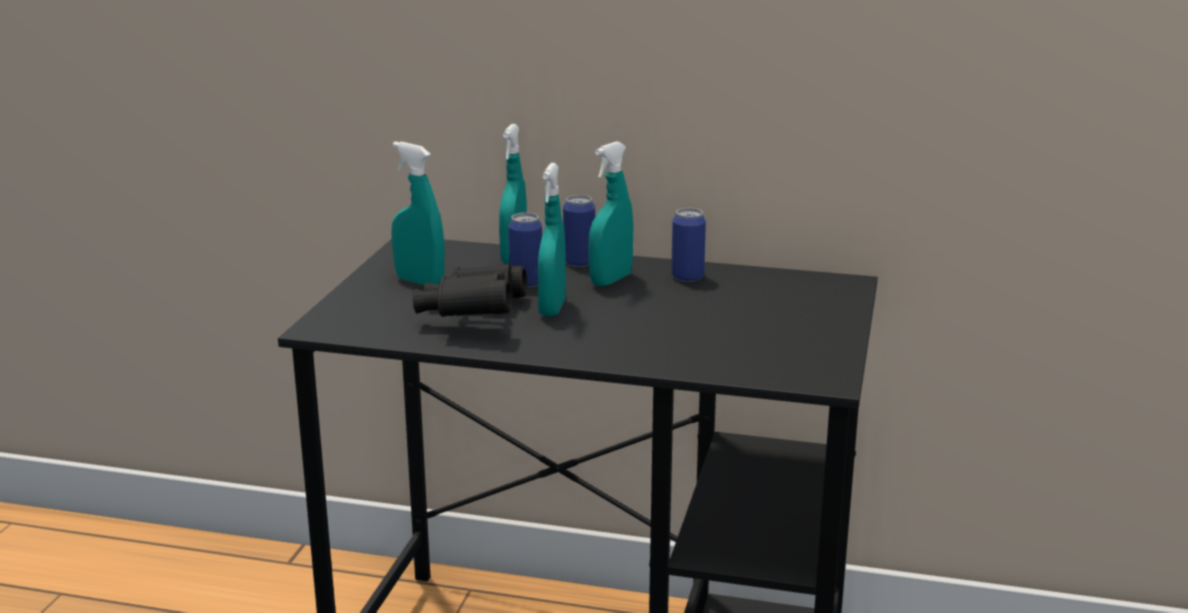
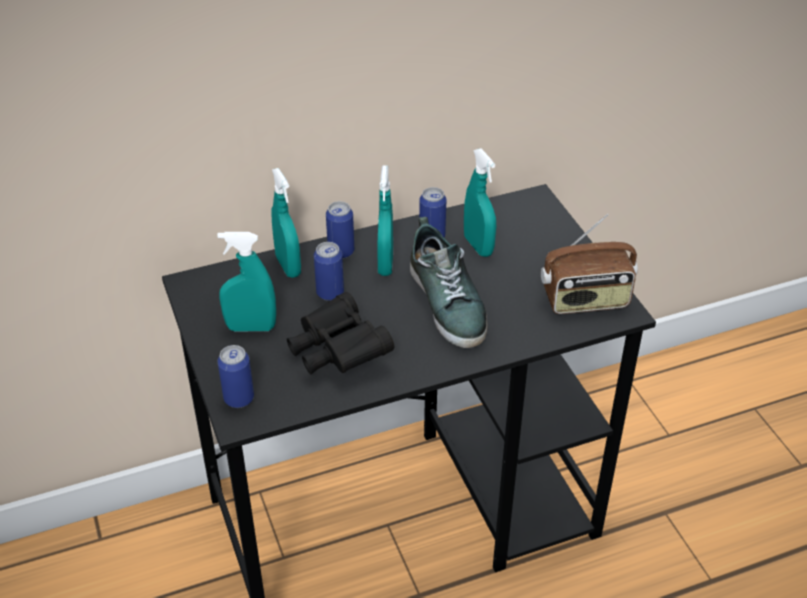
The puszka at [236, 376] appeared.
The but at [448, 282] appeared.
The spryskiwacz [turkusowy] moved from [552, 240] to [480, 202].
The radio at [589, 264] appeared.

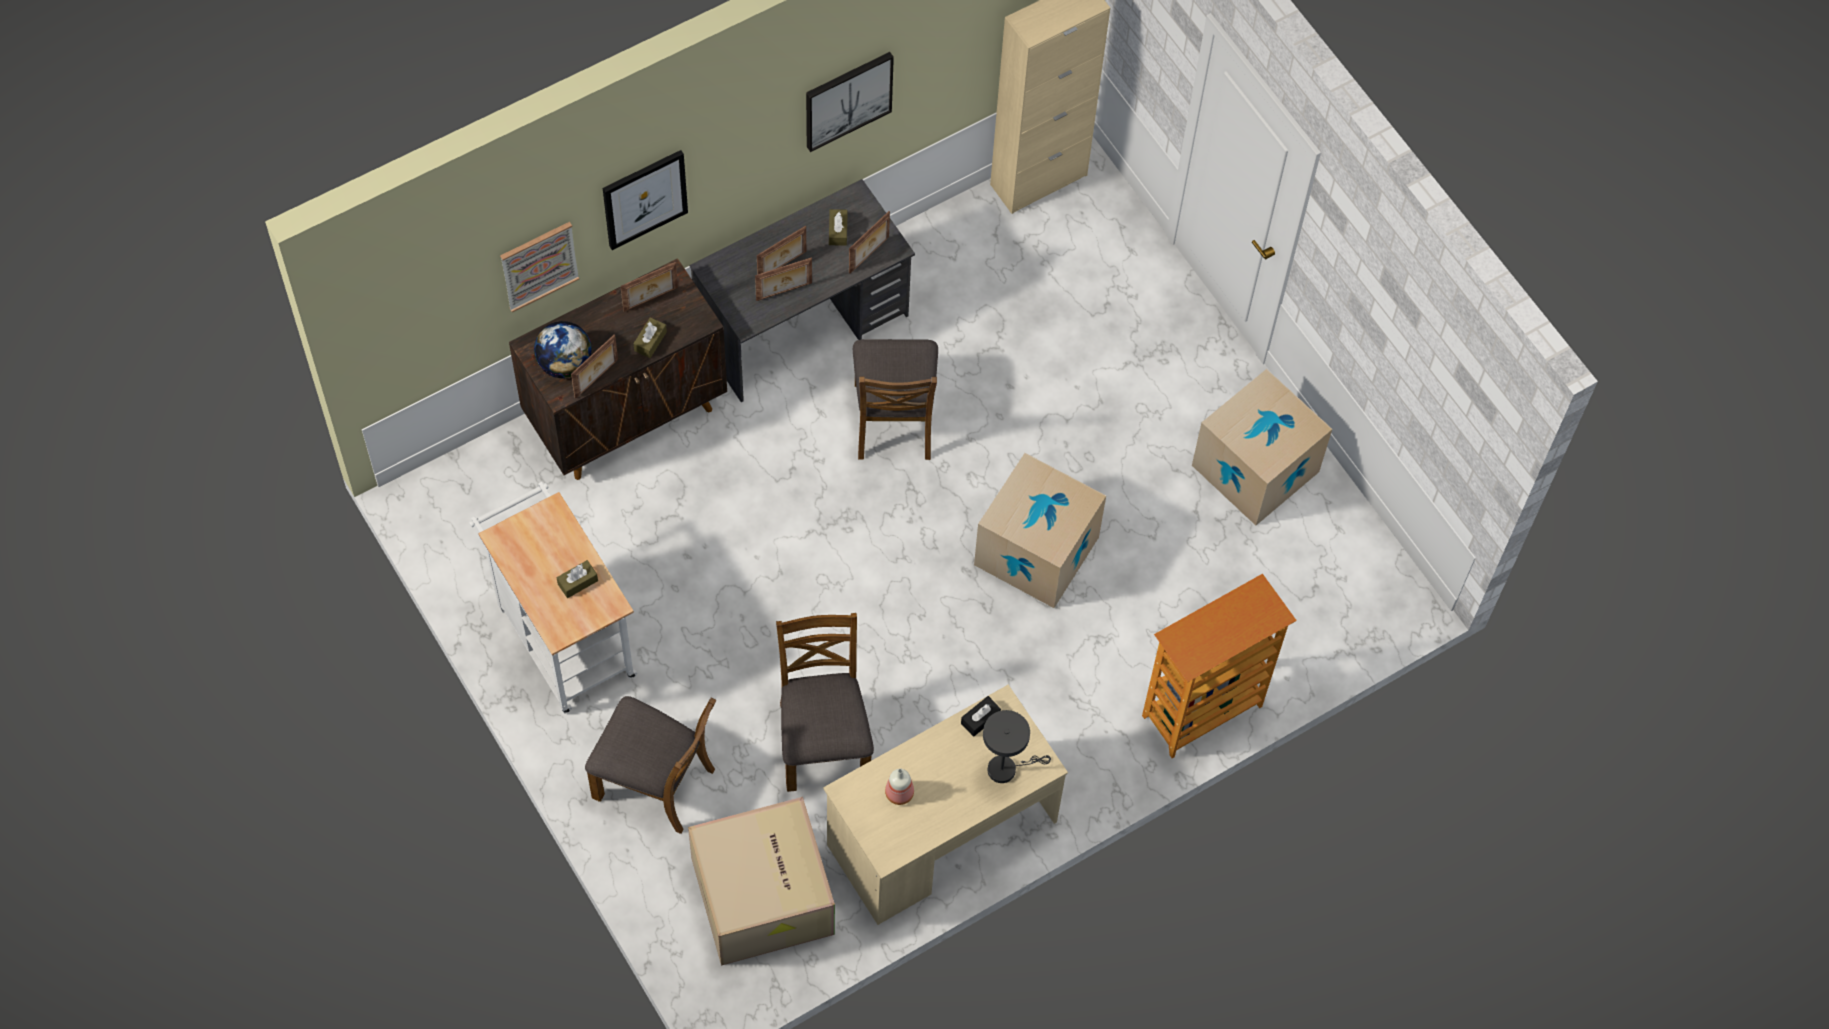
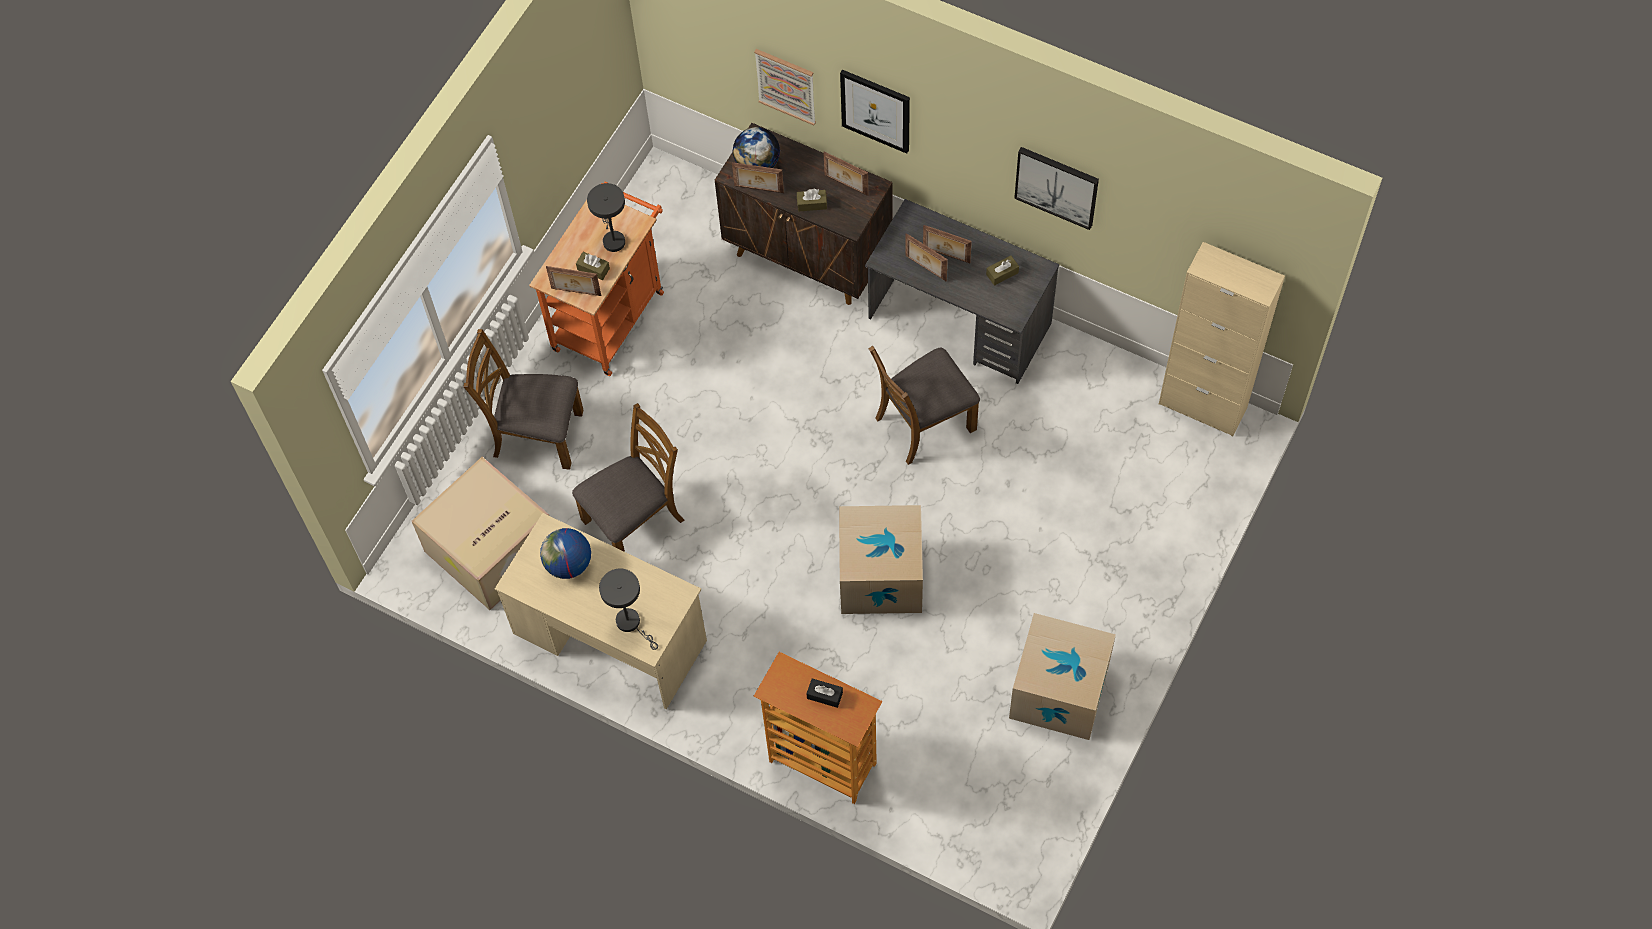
The krzesło [brązowy] at [650, 765] turned 105 degrees clockwise.
The wózek [biały] at [553, 598] became the wózek [pomarańczowy] at [596, 279].
The butelka at [899, 787] was replaced by the globus at [565, 553].
The ramka na zdjęcie moved from [869, 242] to [573, 281].
The lampa stołowa [szary] at [606, 217] appeared.
The pudełko chusteczek [czarny] moved from [981, 716] to [824, 693].

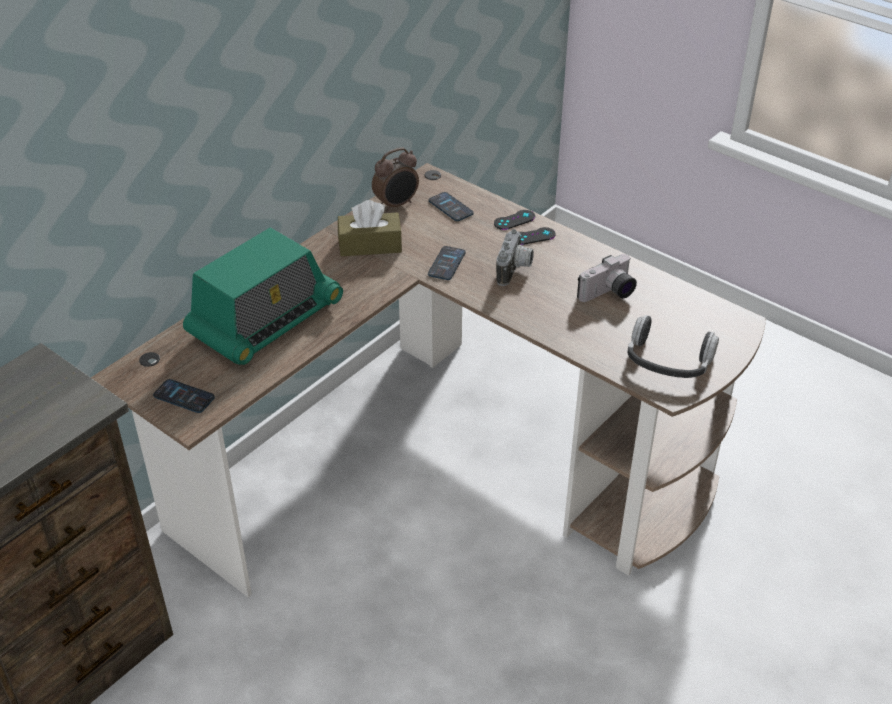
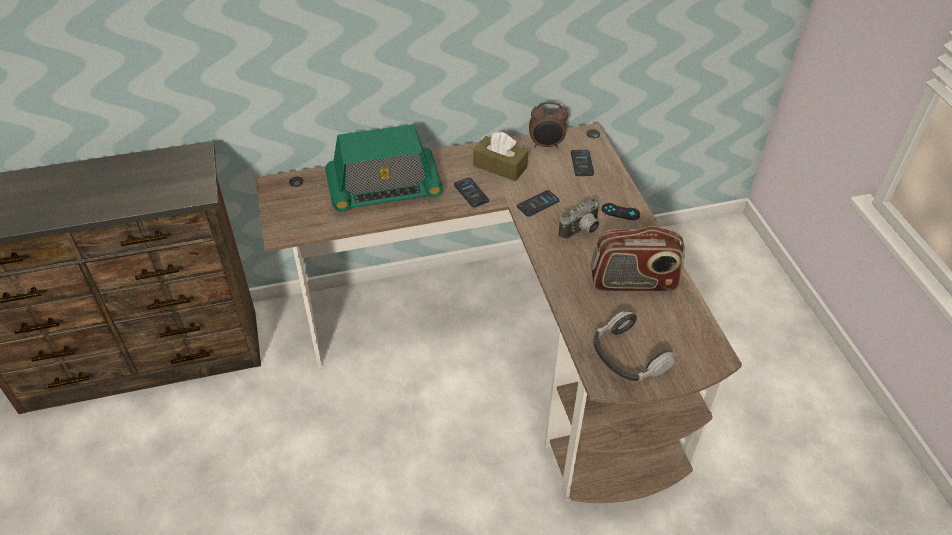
The telefon moved from [184, 396] to [471, 192].
The aparat fotograficzny at [607, 278] was replaced by the radio at [638, 259].
The pad do gier [czarny] at [514, 220] disappeared.

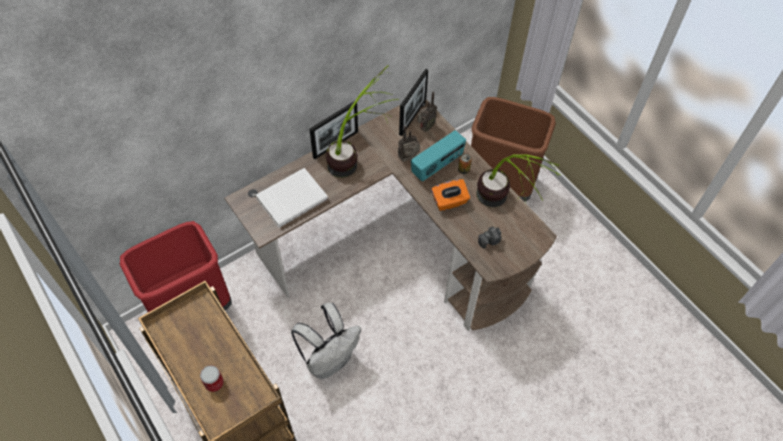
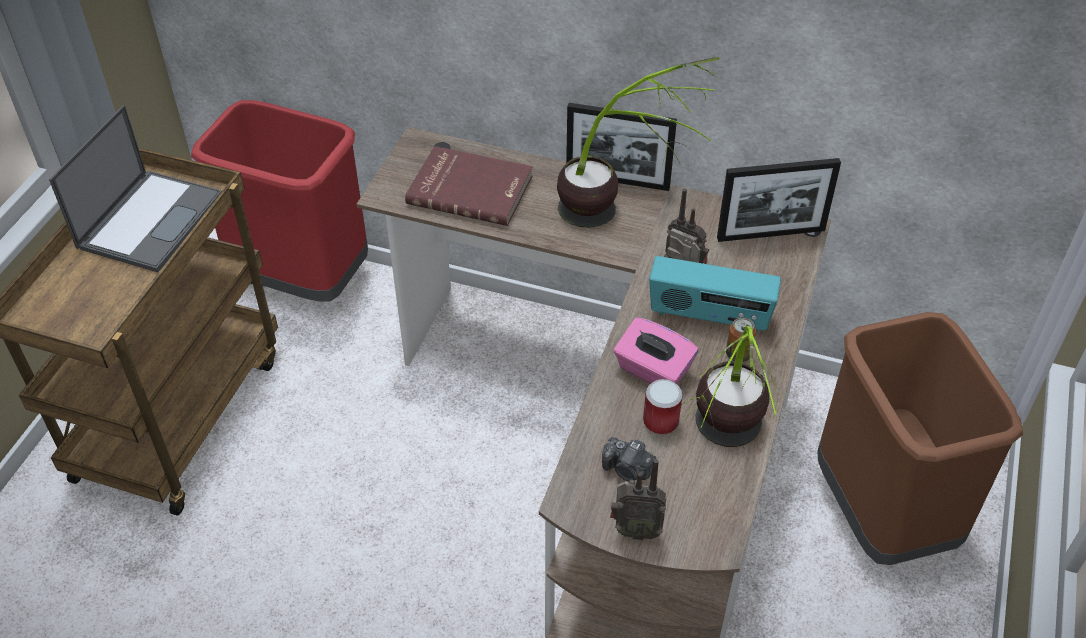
The laptop at [135, 188] appeared.
The książka [biały] at [292, 198] became the książka [czerwony] at [468, 186].
The radio moved from [427, 112] to [638, 499].
The pudełko chusteczek [pomarańczowy] at [450, 195] became the pudełko chusteczek [różowy] at [656, 350].
The puszka moved from [212, 378] to [663, 407].
The plecak [biały] at [326, 341] disappeared.

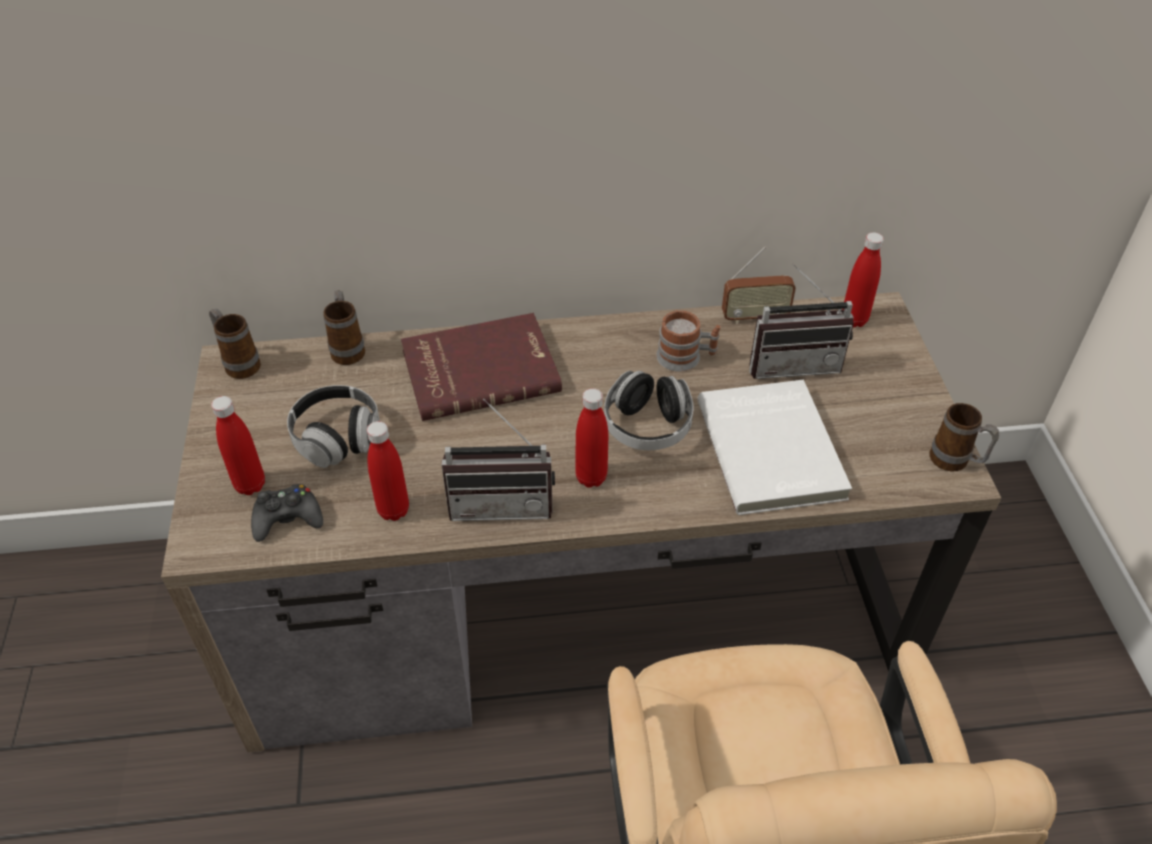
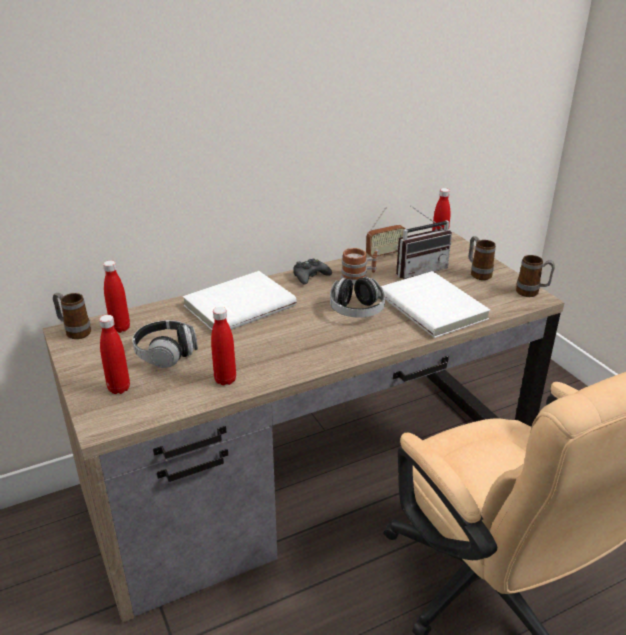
The butelka [czerwony] moved from [591, 438] to [116, 296].
The książka [czerwony] at [481, 367] became the książka [biały] at [240, 300].
The pad do gier [czarny] moved from [287, 513] to [312, 272].
The kubek moved from [344, 327] to [482, 258].
The radio at [498, 460] disappeared.

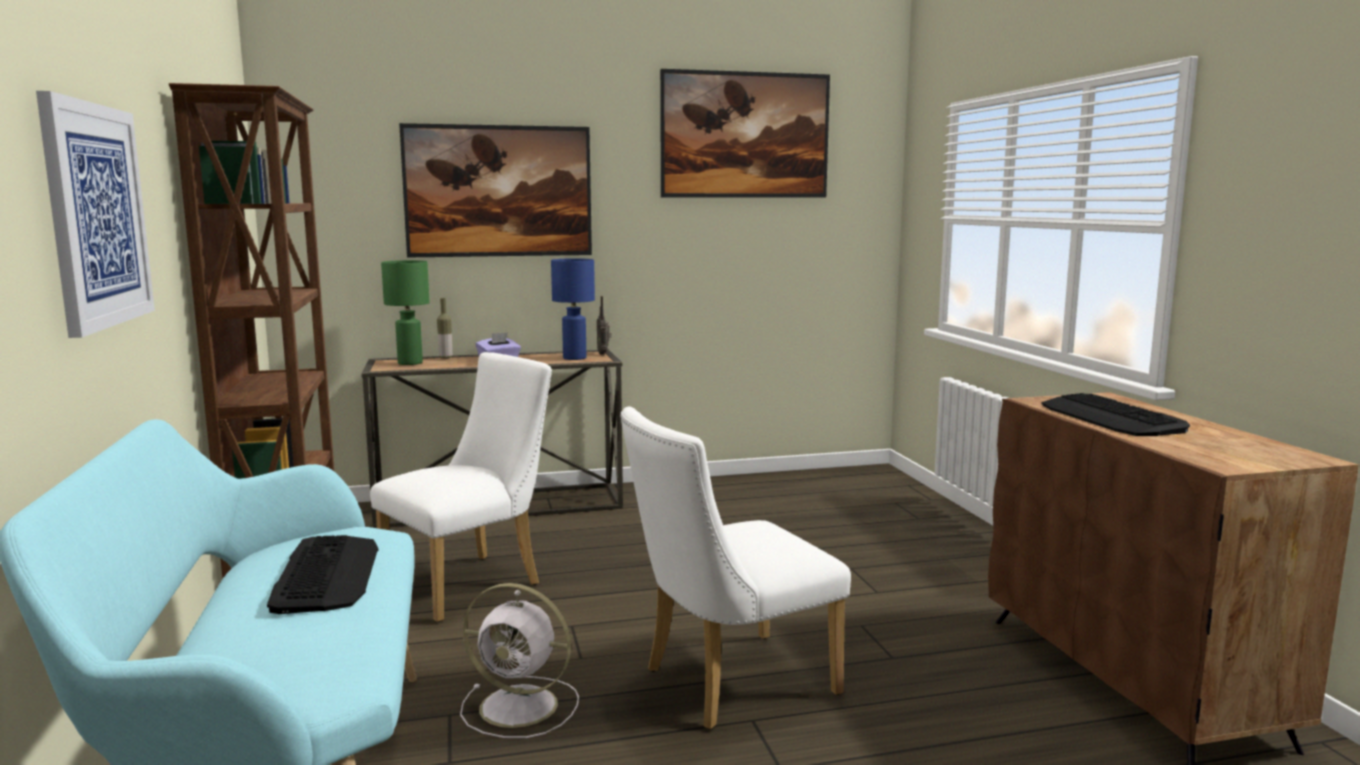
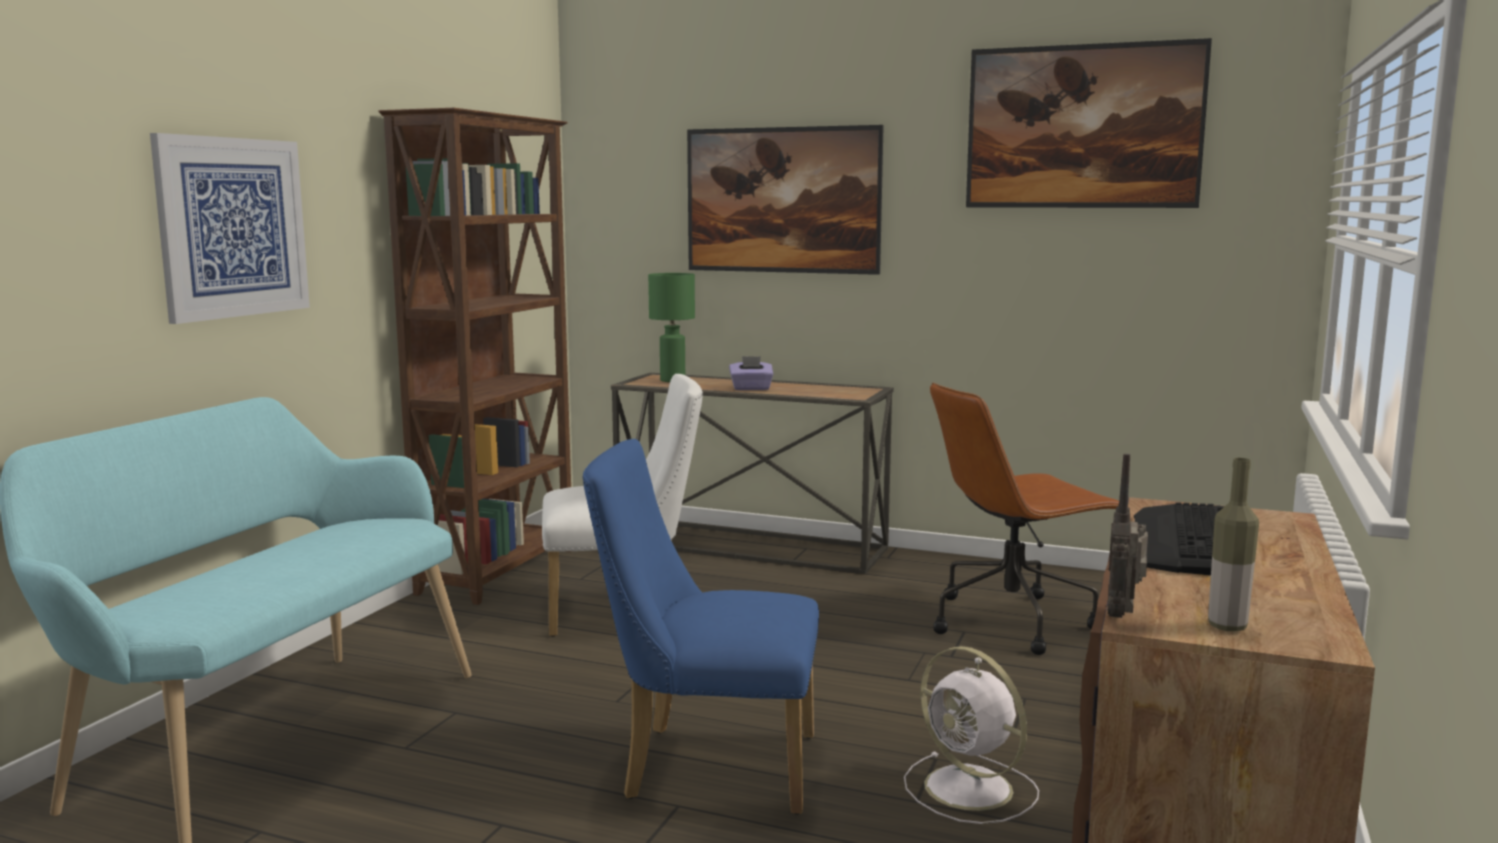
The krzesło [biały] at [735, 567] became the krzesło [niebieski] at [700, 627].
The wentylator [biały] moved from [519, 660] to [971, 735].
The krzesło biurowe [brązowy] at [1024, 519] appeared.
The radio moved from [604, 325] to [1127, 536].
The butelka moved from [444, 328] to [1233, 545].
The klawiatura at [322, 574] disappeared.
The lampa stołowa [niebieski] at [573, 309] disappeared.

